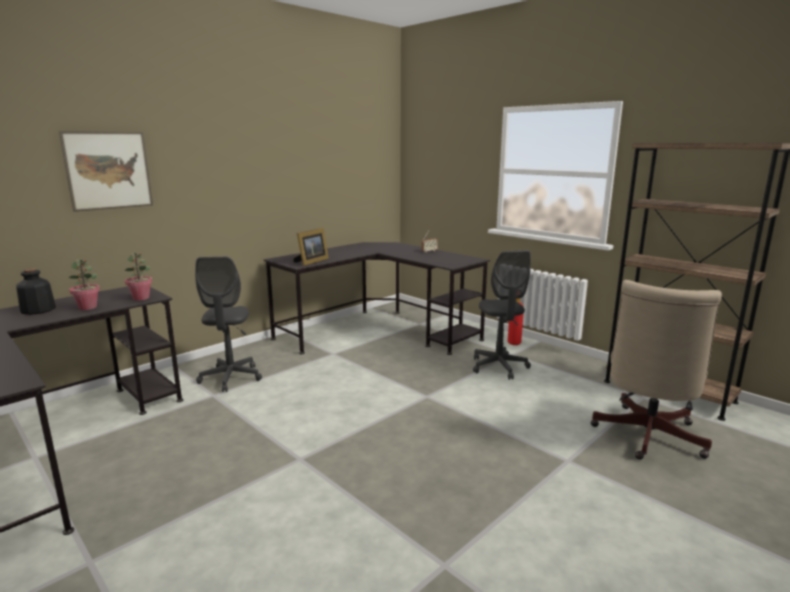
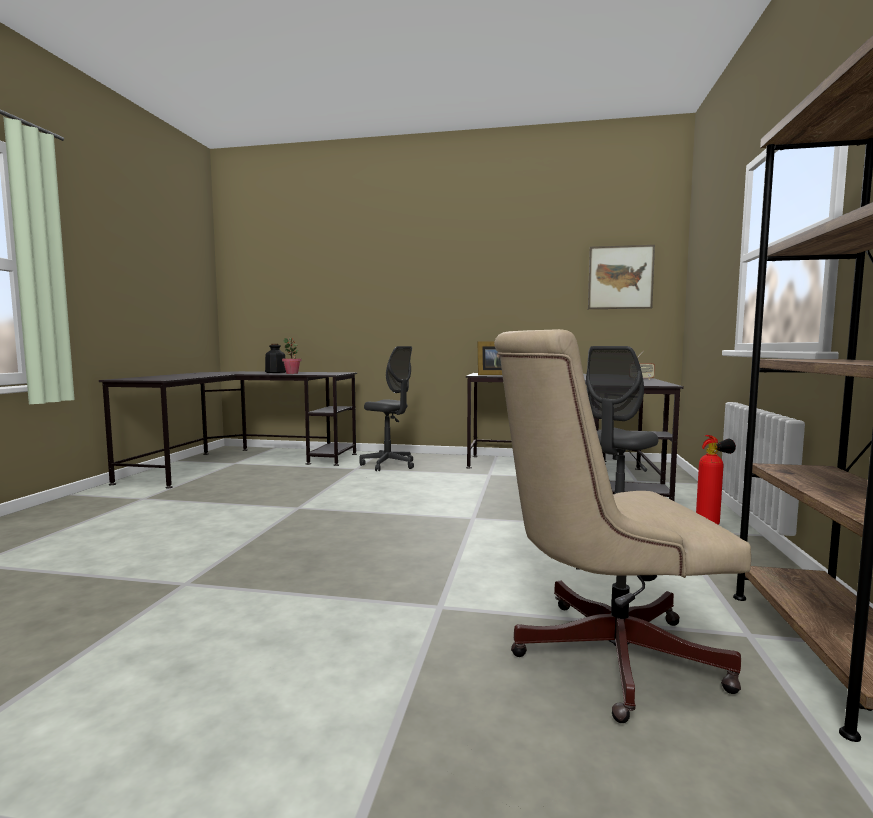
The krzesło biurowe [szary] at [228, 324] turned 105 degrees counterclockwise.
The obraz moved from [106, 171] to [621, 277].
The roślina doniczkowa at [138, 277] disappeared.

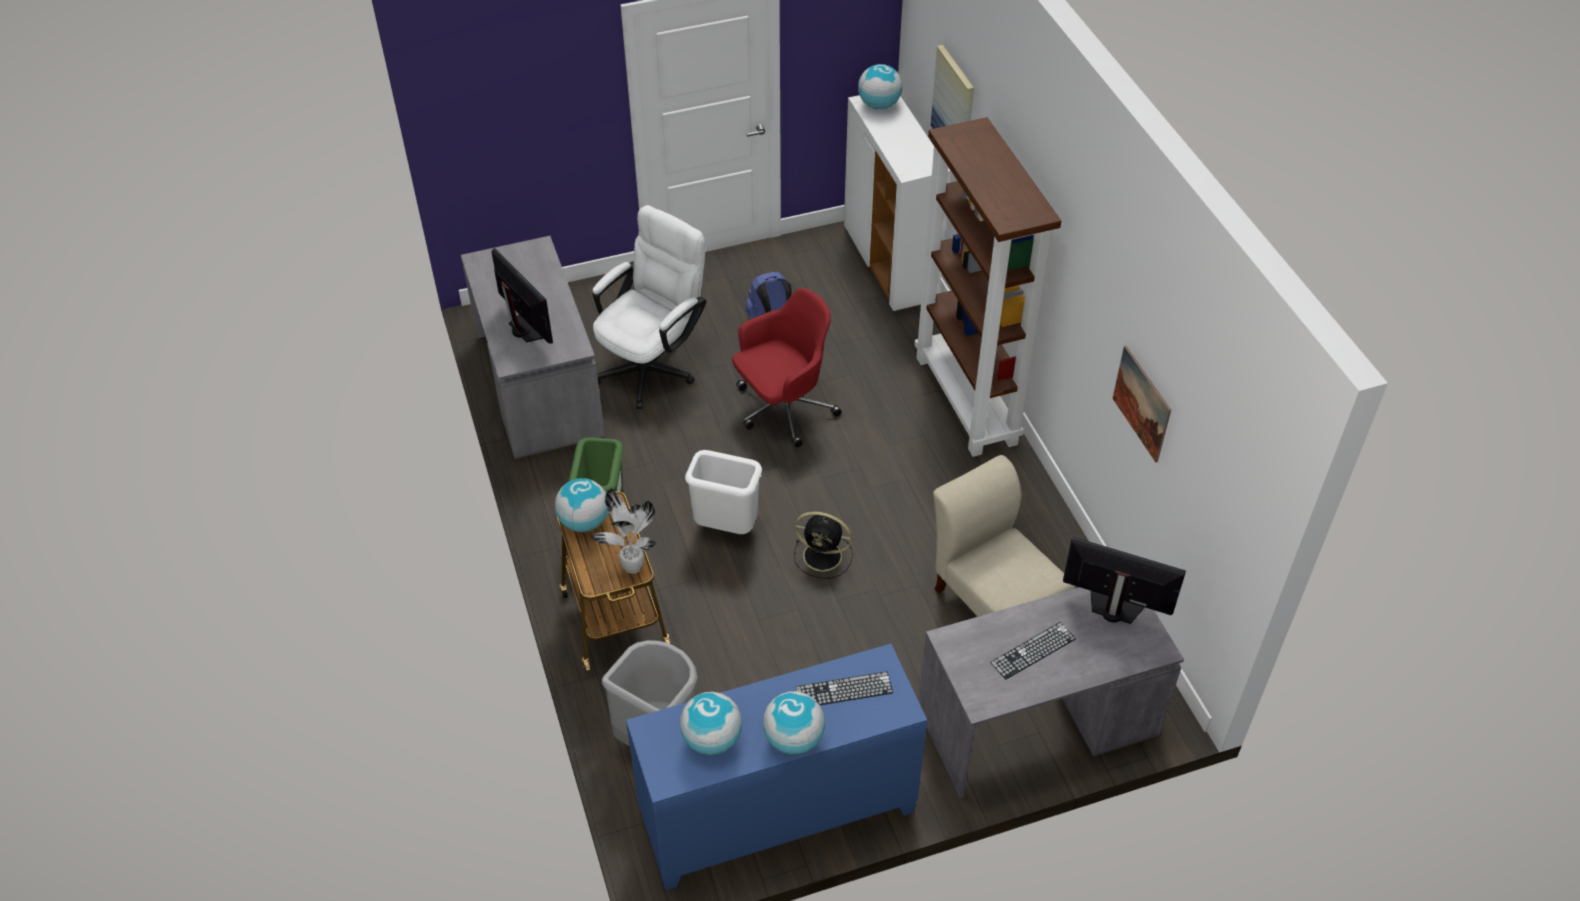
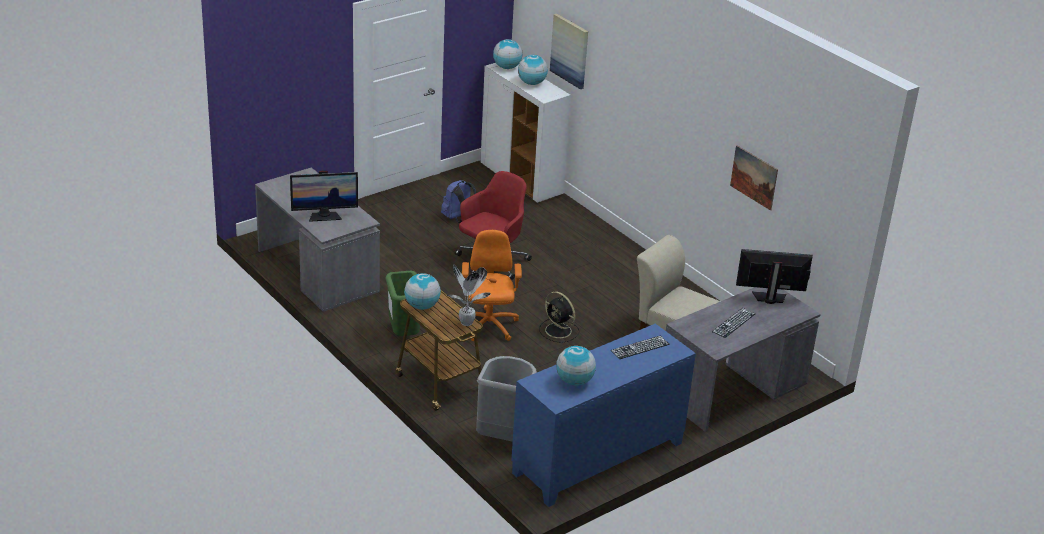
The monitor at [522, 296] turned 135 degrees clockwise.
The kosz na śmieci [biały] at [723, 492] was replaced by the krzesło biurowe [pomarańczowy] at [492, 285].
The globus moved from [794, 722] to [533, 70].
The wentylator [czarny] at [823, 545] turned 45 degrees clockwise.
The krzesło biurowe [biały] at [649, 307] disappeared.
The regał [brązowy] at [987, 287] disappeared.

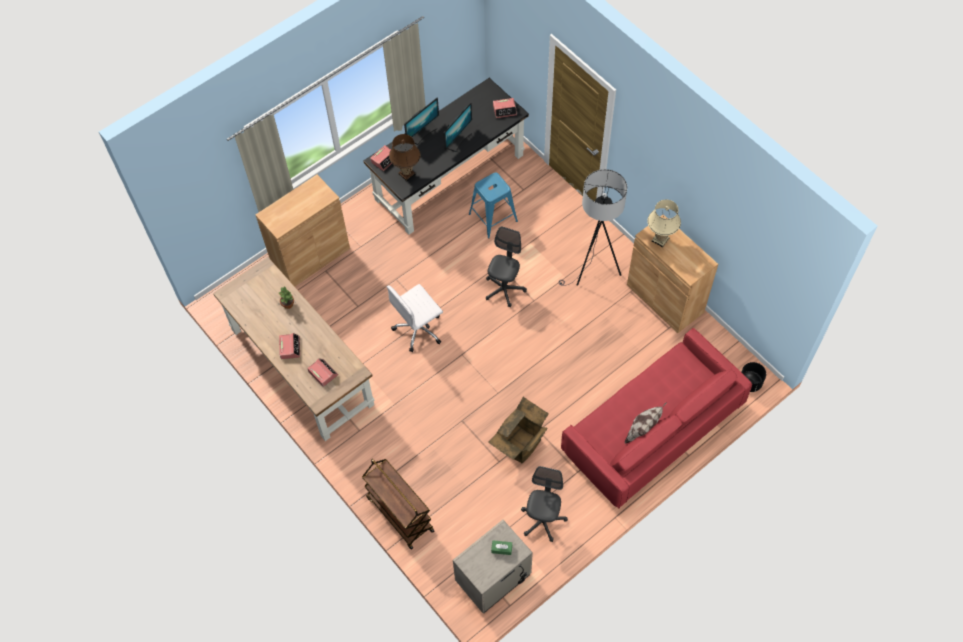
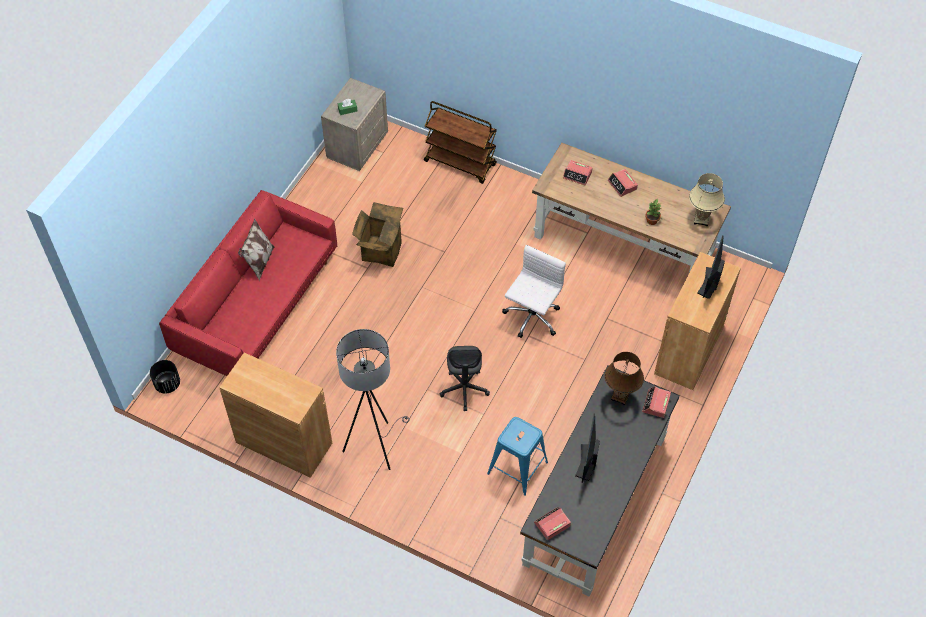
The lampa stołowa [beżowy] moved from [664, 224] to [707, 199].
The monitor moved from [421, 121] to [711, 267].
The krzesło biurowe [szary] at [544, 504] disappeared.

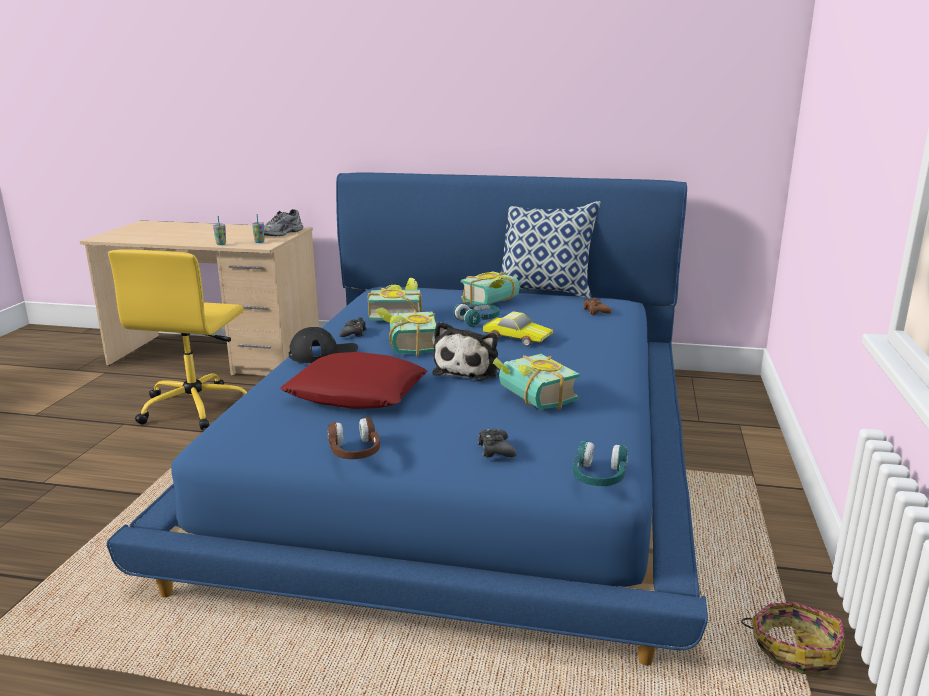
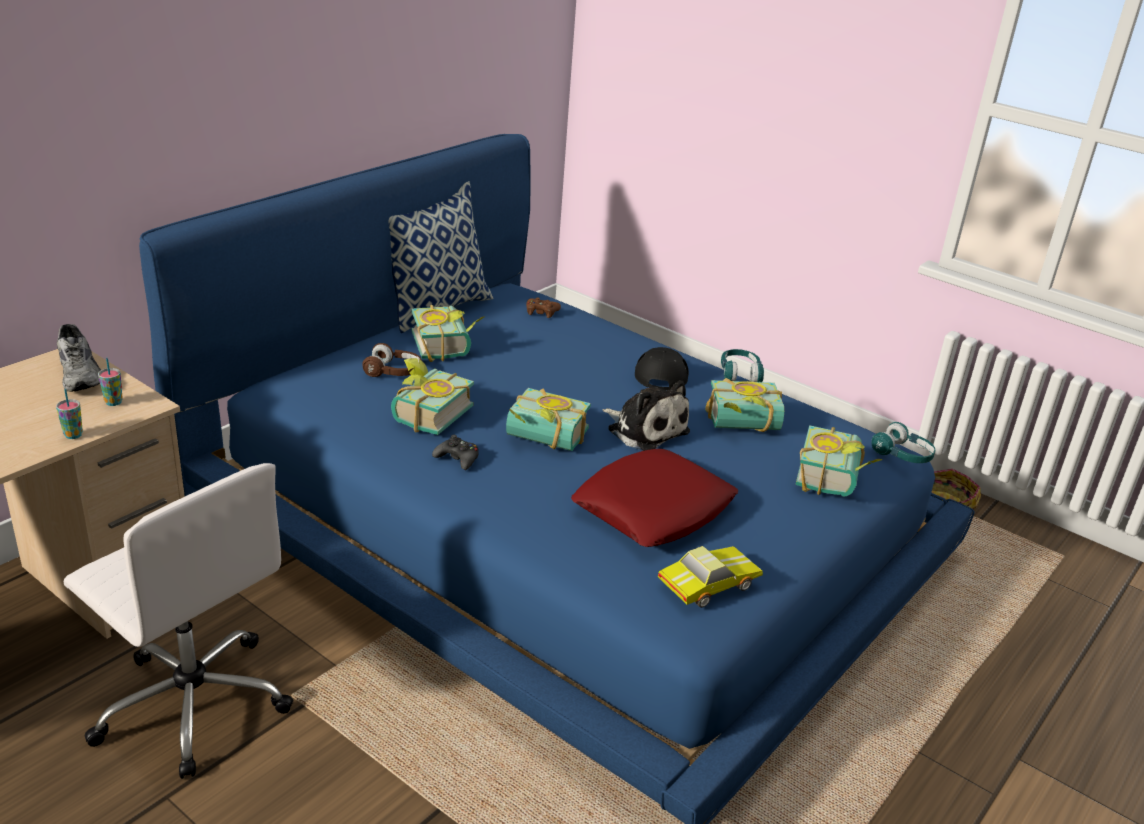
The krzesło biurowe [żółty] at [177, 339] became the krzesło biurowe [biały] at [178, 621].
The słuchawki [brązowy] moved from [354, 438] to [391, 360].
The czapka z daszkiem [czarny] moved from [323, 345] to [662, 368].
The samochodzik moved from [518, 328] to [710, 577].
The słuchawki [turkusowy] moved from [476, 315] to [742, 365].
The pad do gier [czarny] at [497, 443] was replaced by the książka at [839, 461].

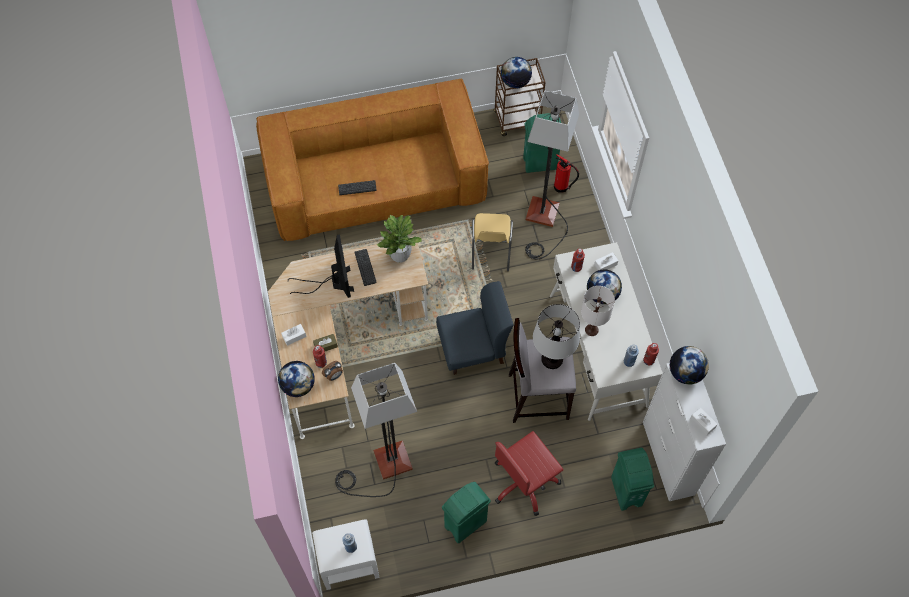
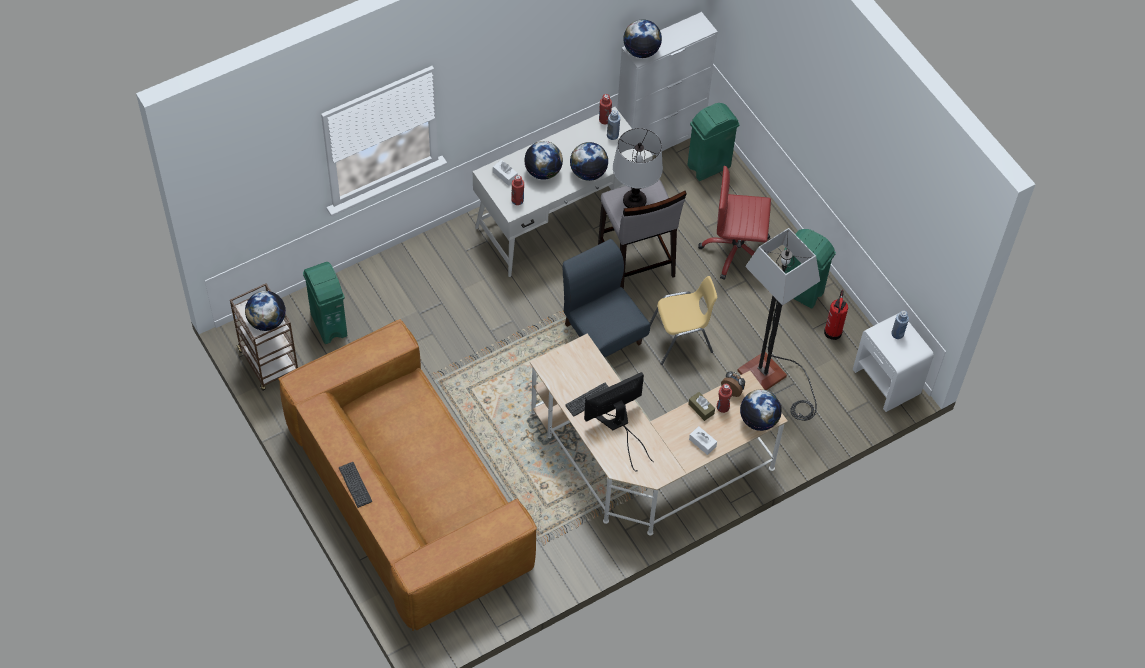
The klawiatura moved from [357, 187] to [355, 485].
The lampa stołowa [biały] at [598, 311] was replaced by the globus at [589, 161].
The krzesło [żółty] moved from [492, 242] to [683, 320].
The krzesło biurowe [czerwony] at [529, 473] turned 150 degrees clockwise.
The gaśnica moved from [566, 173] to [836, 315].
The roślina doniczkowa at [399, 239] disappeared.
The lampa stojąca at [552, 174] disappeared.
The pudełko chusteczek [biały] at [704, 421] disappeared.

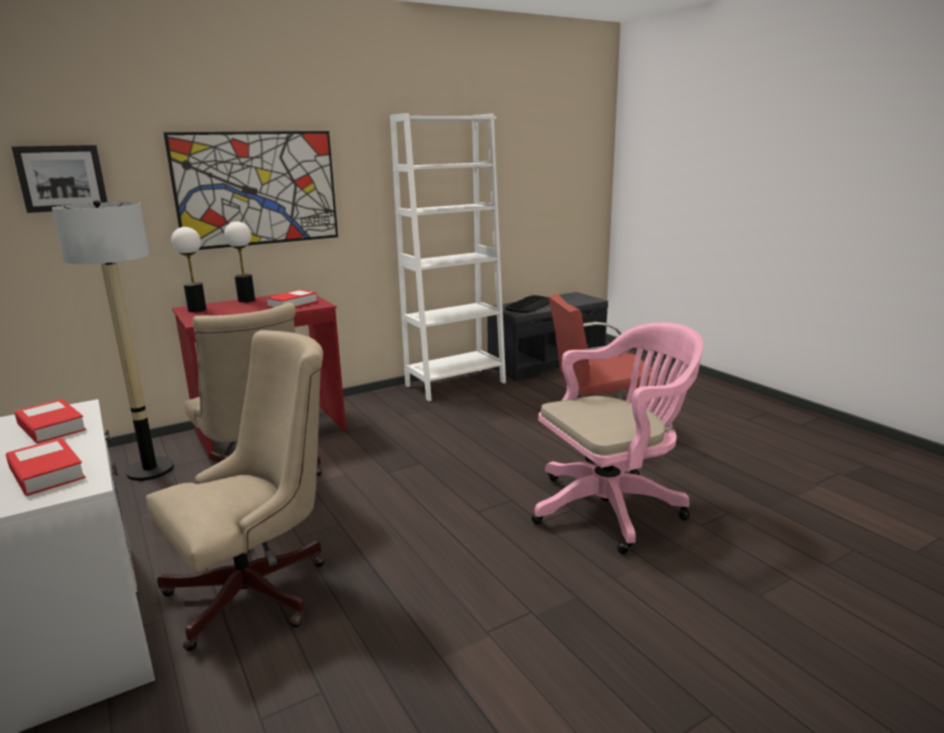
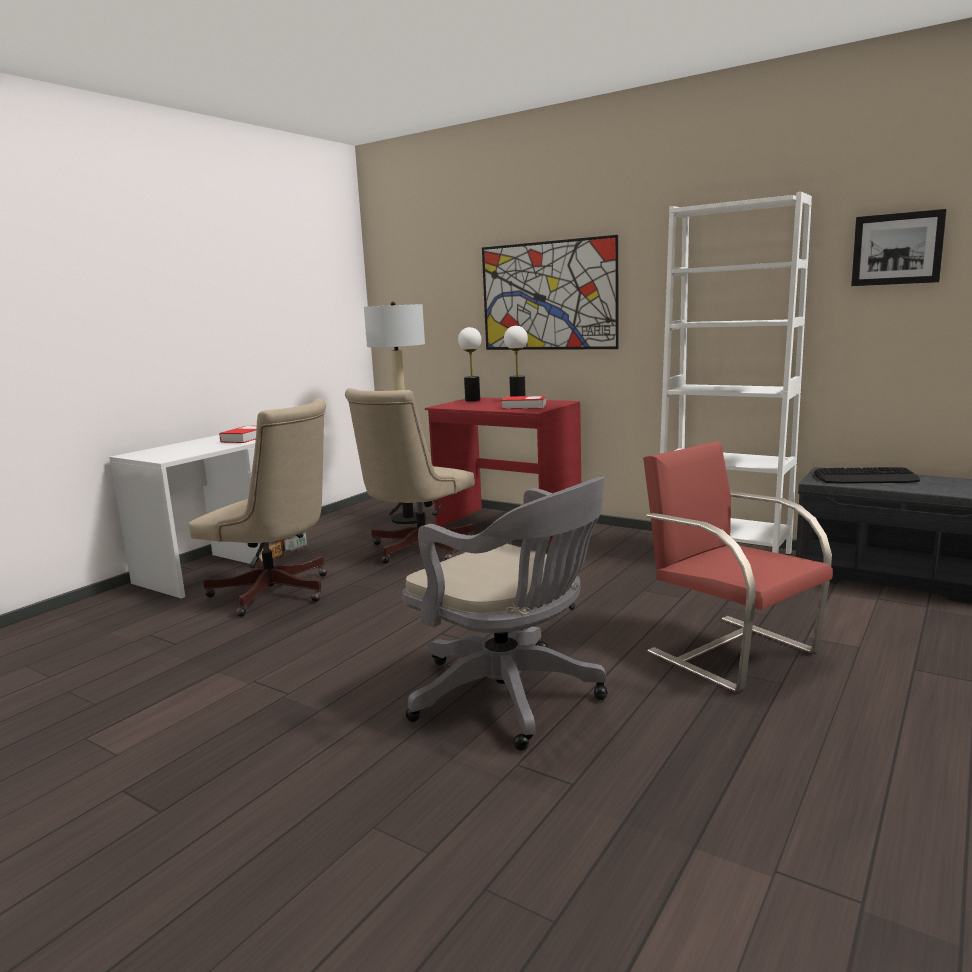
The krzesło biurowe [różowy] at [617, 438] became the krzesło biurowe [szary] at [505, 614].
The obraz moved from [59, 179] to [899, 247].
The książka at [45, 467] disappeared.

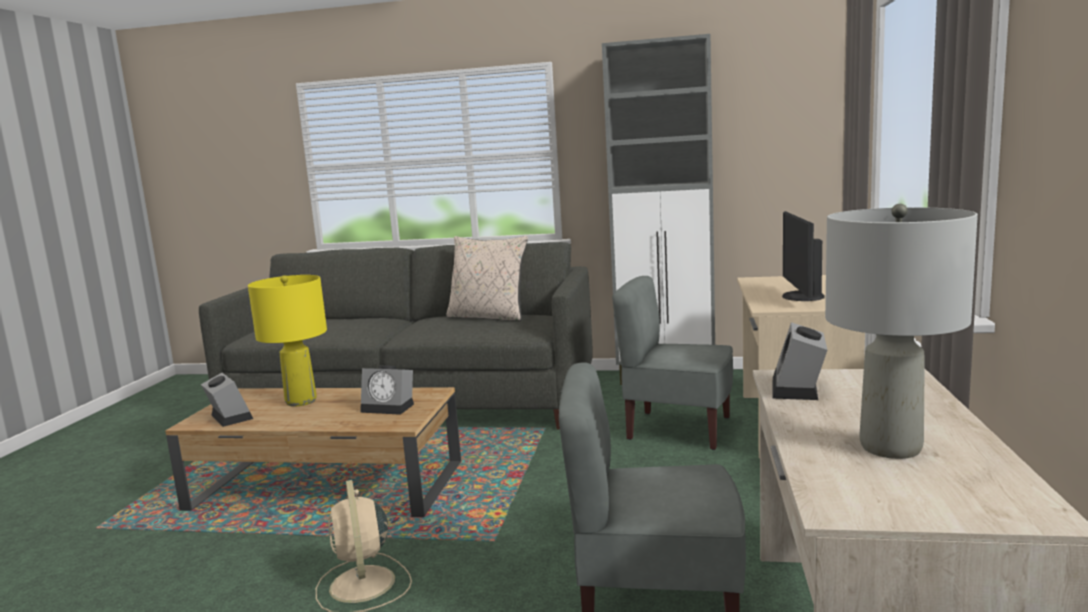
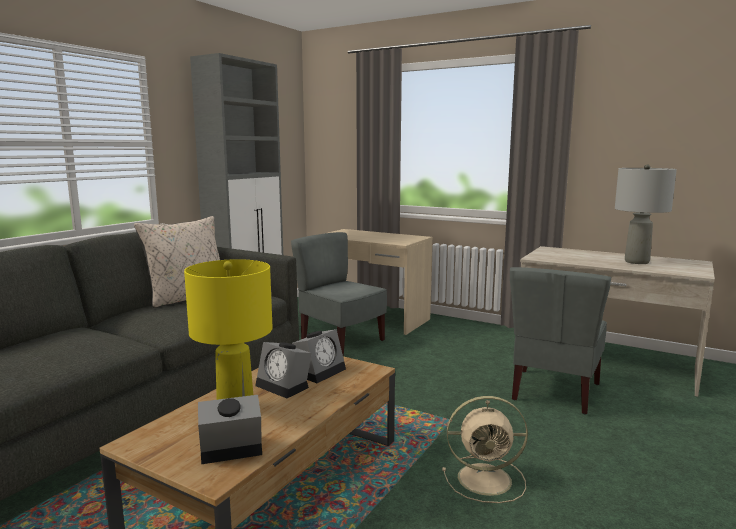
The budzik moved from [799, 361] to [283, 370].
The krzesło [szary] at [672, 363] turned 90 degrees clockwise.
The monitor at [803, 256] disappeared.

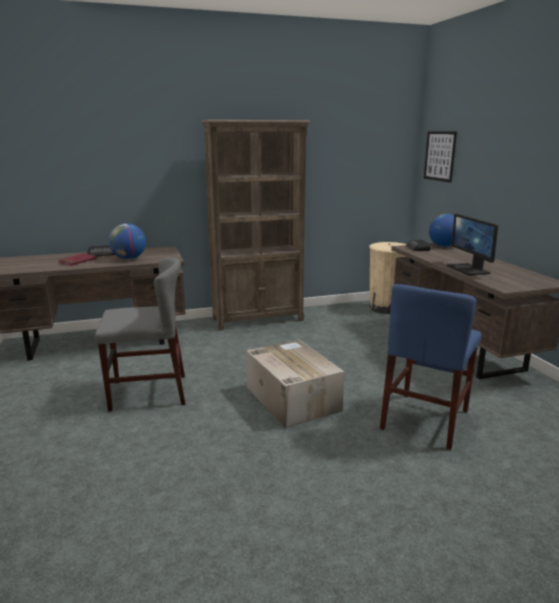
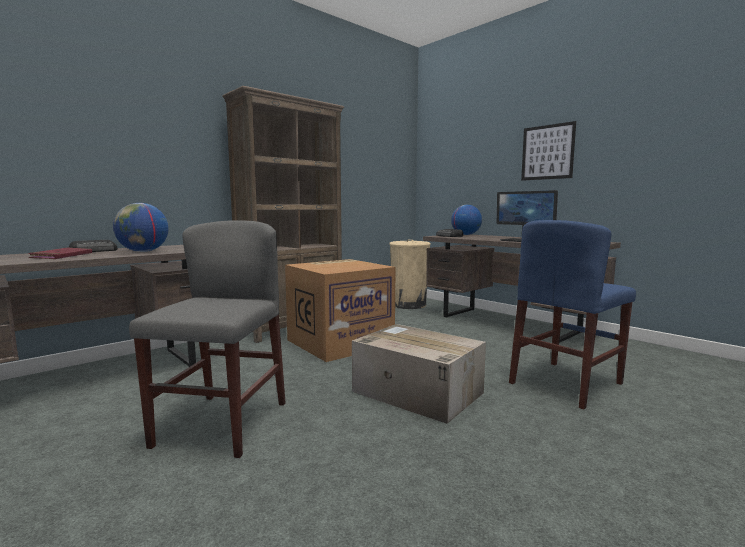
The krzesło [szary] at [140, 335] turned 45 degrees counterclockwise.
The karton at [340, 310] appeared.
The krzesło [niebieski] at [431, 367] turned 45 degrees clockwise.
The obraz moved from [440, 157] to [548, 151].

